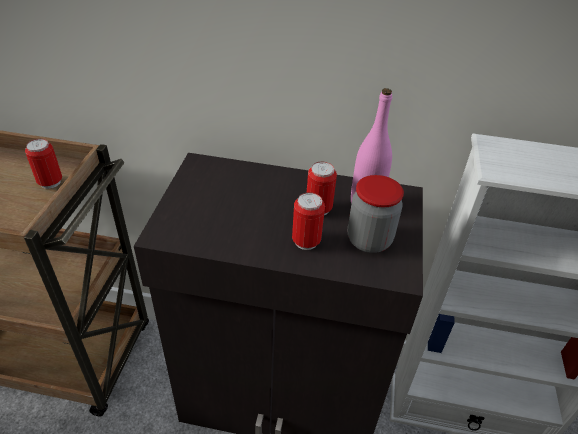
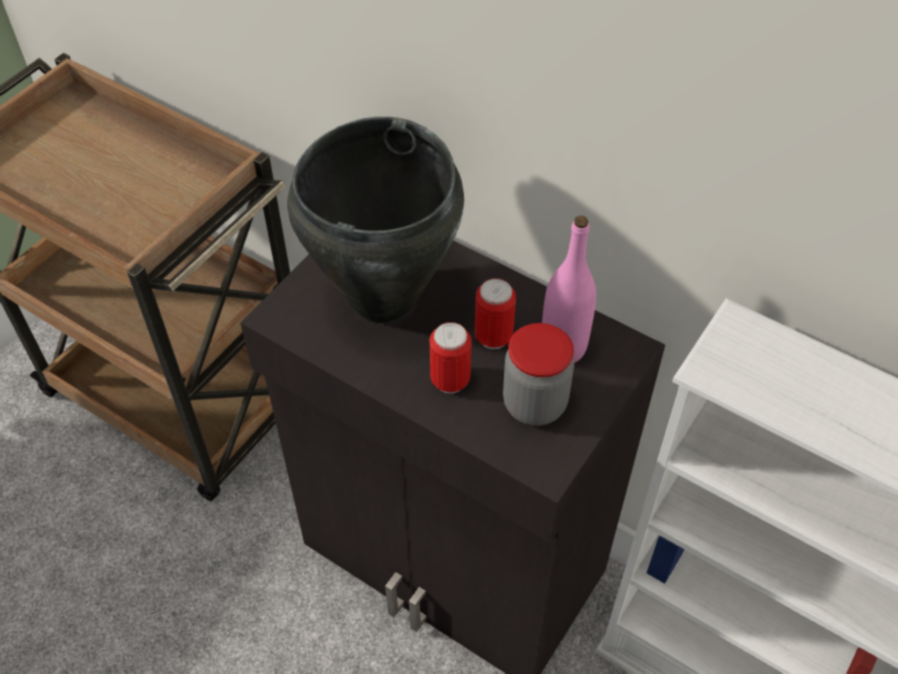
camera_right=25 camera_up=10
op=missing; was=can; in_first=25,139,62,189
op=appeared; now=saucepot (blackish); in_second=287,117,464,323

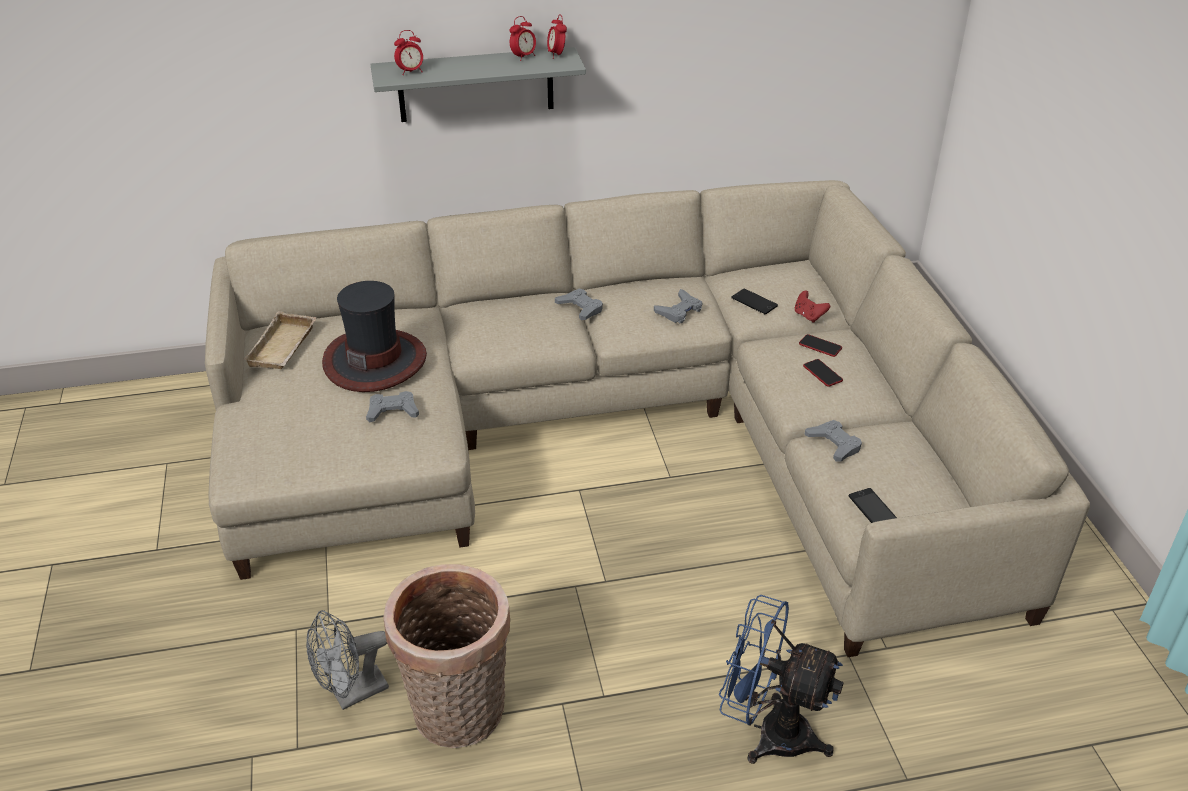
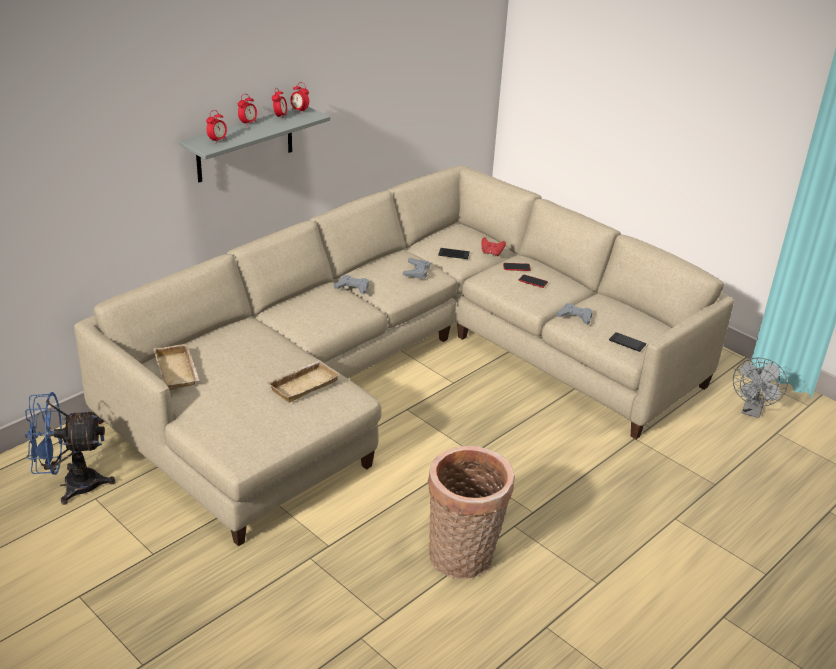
camera_right=-35 camera_up=-5
op=missing; was=wearable hat; in_first=322,281,427,392
op=exchanged; was=gamepad (grey); now=carrying tray (sand-coloured); in_first=366,391,419,422; in_second=267,360,340,403
op=relocated; was=cooling fan (blue); in_first=719,595,844,764; in_second=24,392,115,505
op=relocated; was=cooling fan (grey); in_first=306,610,389,710; in_second=733,358,788,418
op=appeared; now=bedside clock; in_second=238,94,257,127

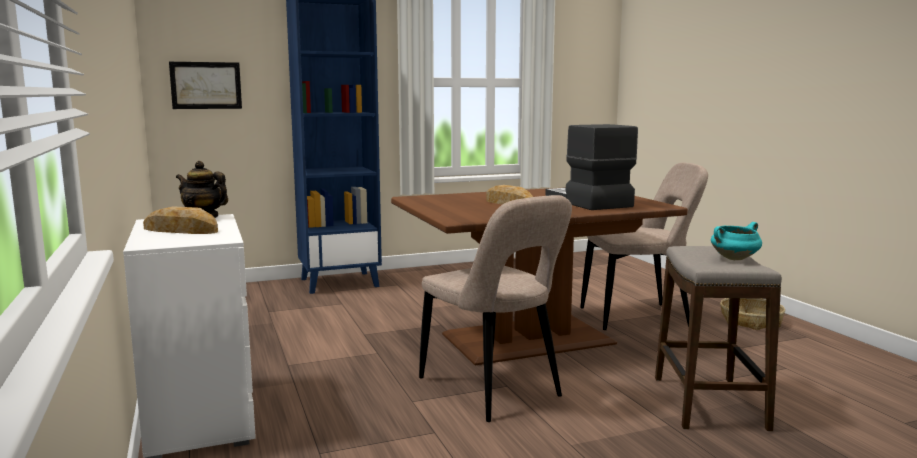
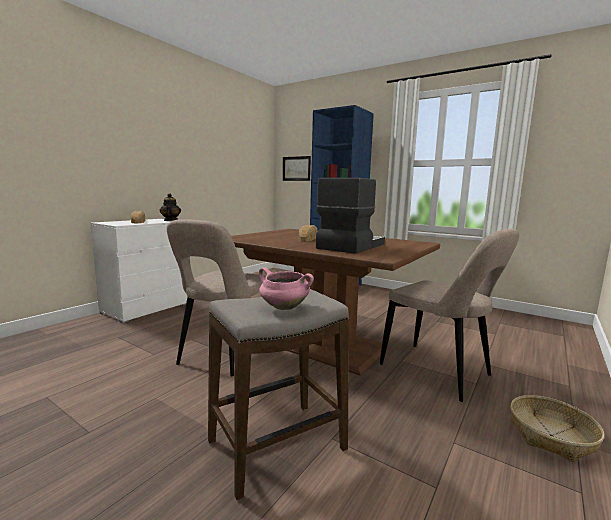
camera_right=55 camera_up=0
op=colour; was=saucepot (turquoise-coloured); now=saucepot (pink); in_first=711,222,762,260; in_second=259,267,314,310

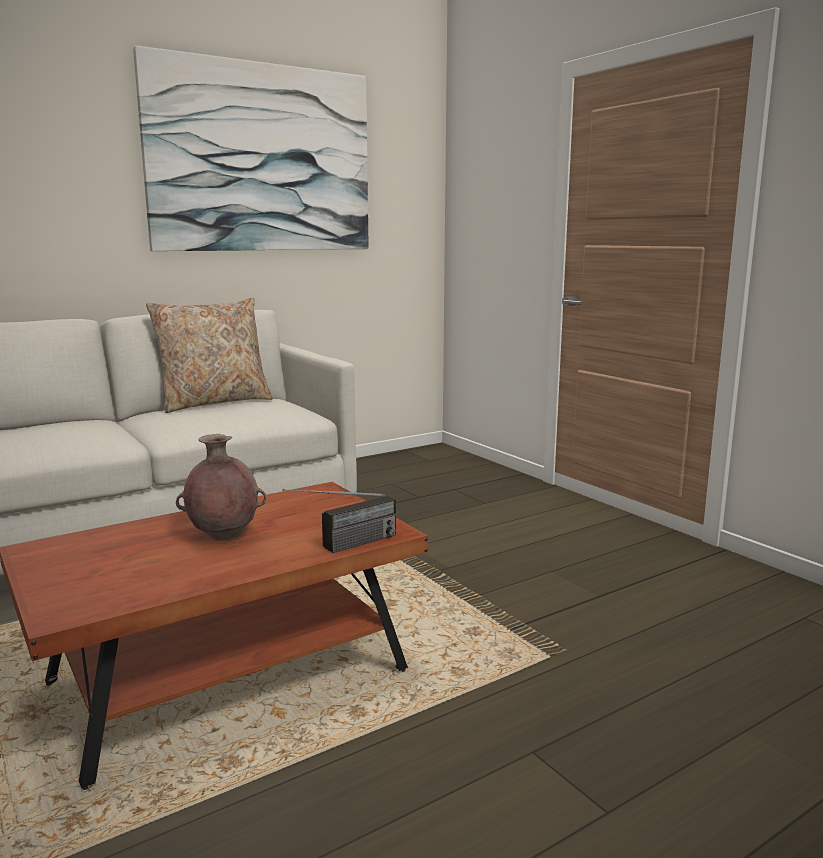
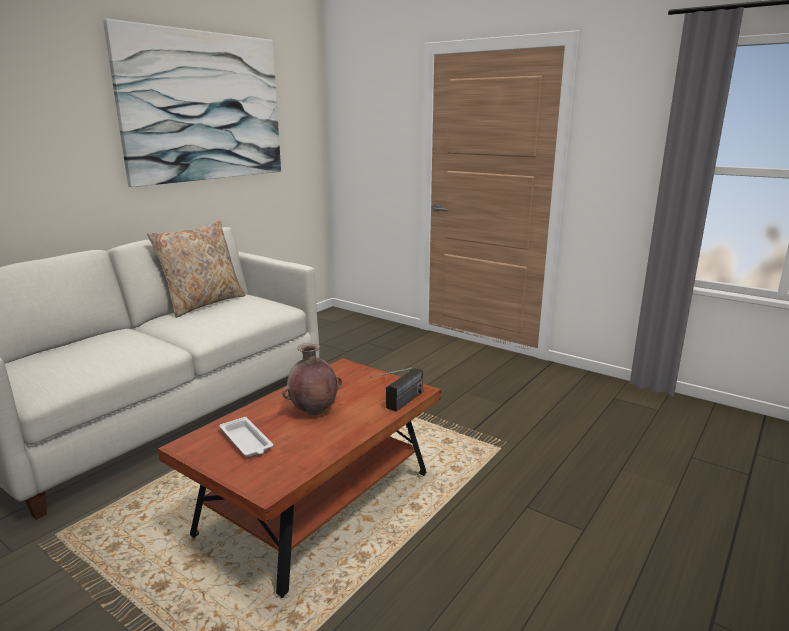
camera_right=-20 camera_up=5
op=appeared; now=carrying tray (white); in_second=220,417,273,457

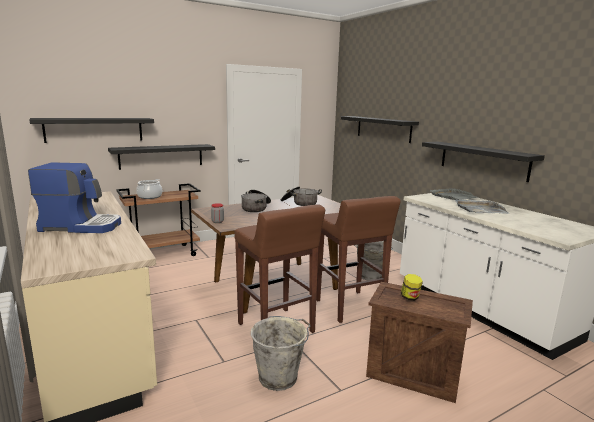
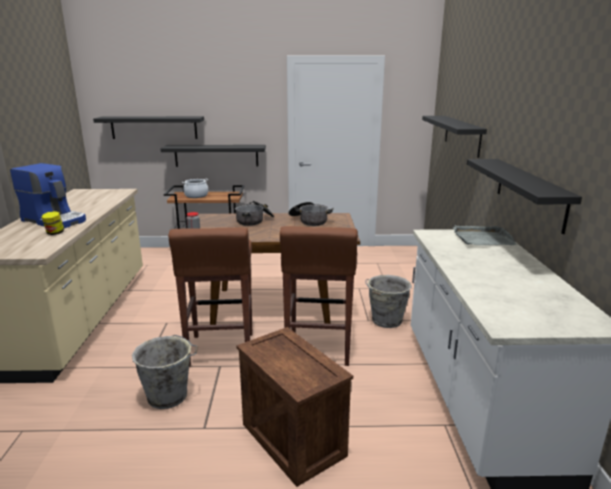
camera_right=30 camera_up=5
op=missing; was=carrying tray (grey); in_first=455,199,508,214
op=relocated; was=preserve jar; in_first=401,274,423,301; in_second=41,211,64,235

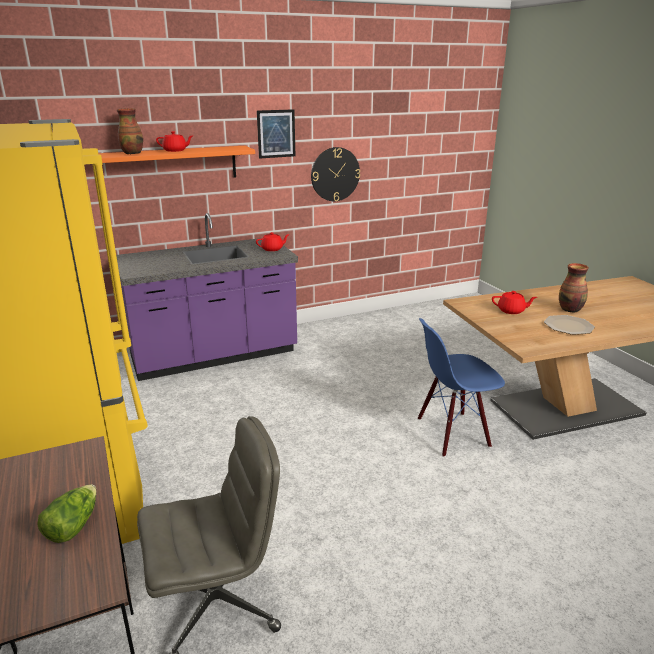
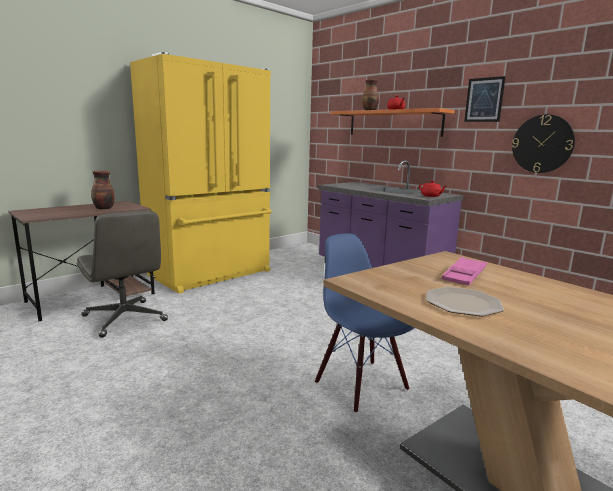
camera_right=70 camera_up=-10
op=relocated; was=vase; in_first=559,263,589,312; in_second=91,171,115,210
op=exchanged; was=teapot (red-coloured); now=carrying tray (pink); in_first=492,291,537,314; in_second=442,257,487,286
op=missing; was=lettuce; in_first=37,484,96,543

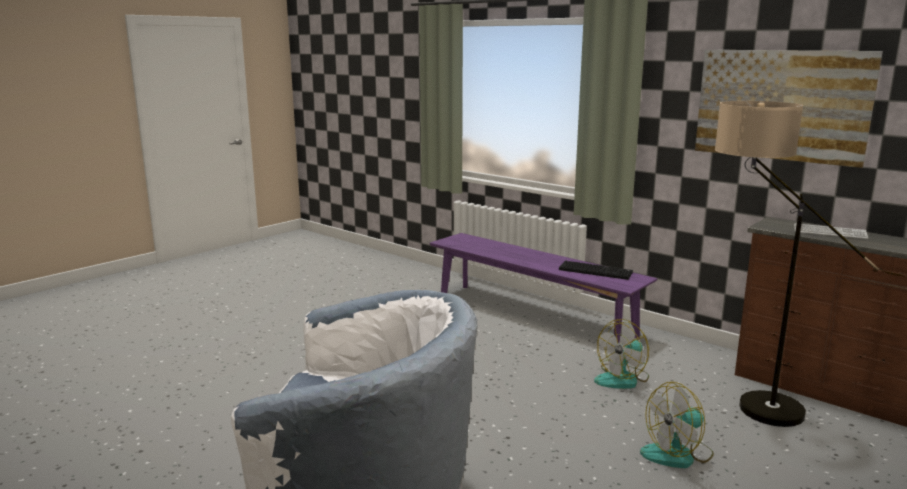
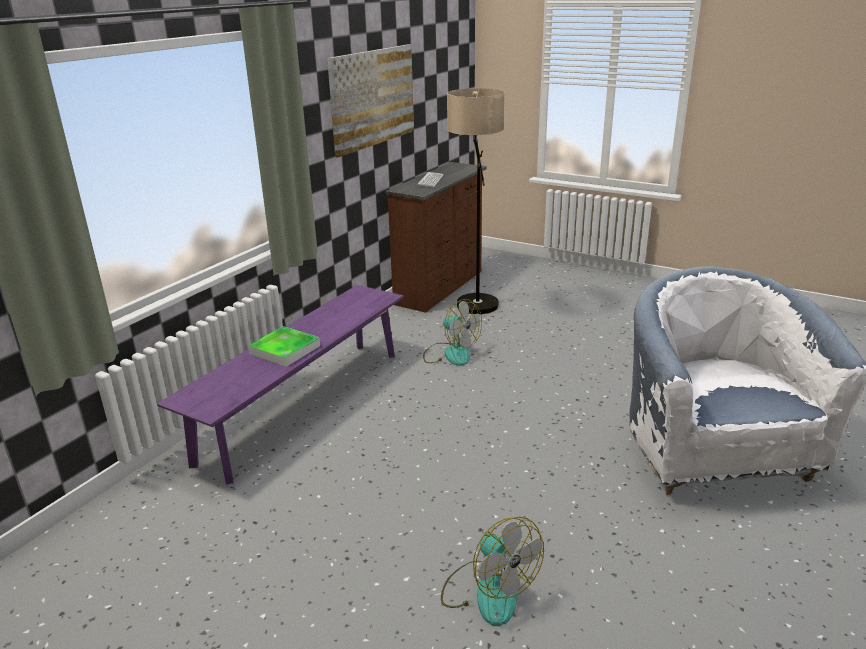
camera_right=-100 camera_up=10
op=missing; was=computer keyboard; in_first=559,261,633,280
op=relocated; was=cooling fan; in_first=640,382,714,468; in_second=441,517,544,626
op=appeared; now=carrying tray; in_second=248,326,320,367

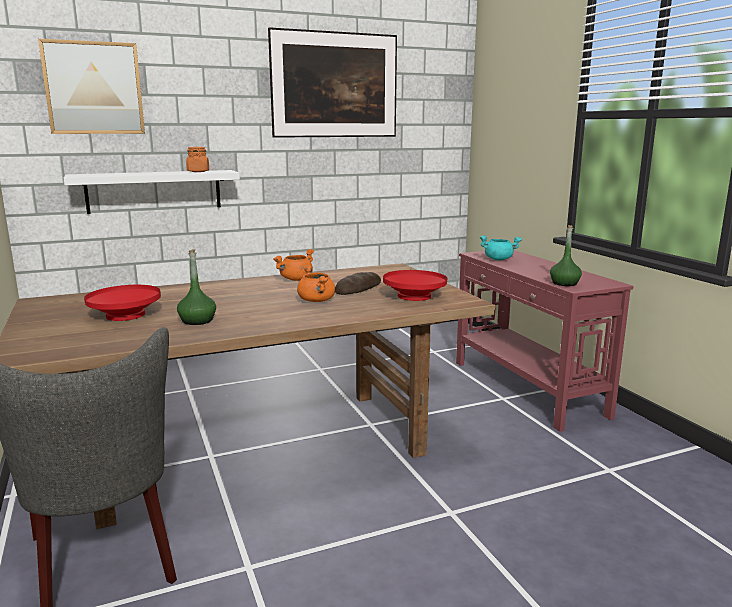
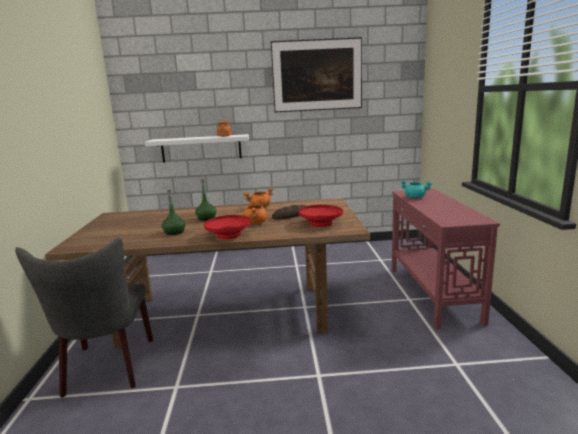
camera_right=20 camera_up=0
op=missing; was=wall art; in_first=38,39,145,134
op=relocated; was=bottle (greenish); in_first=550,225,582,286; in_second=195,179,216,221
op=relocated; was=deep dish (red-coloured); in_first=84,285,161,321; in_second=204,215,251,239

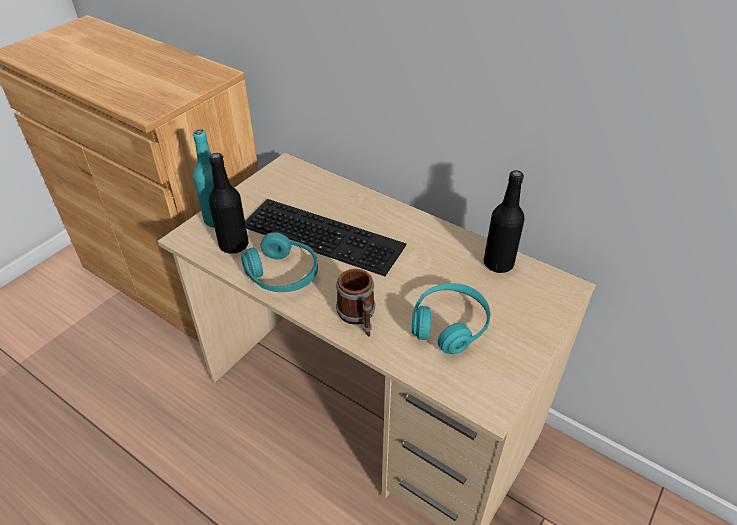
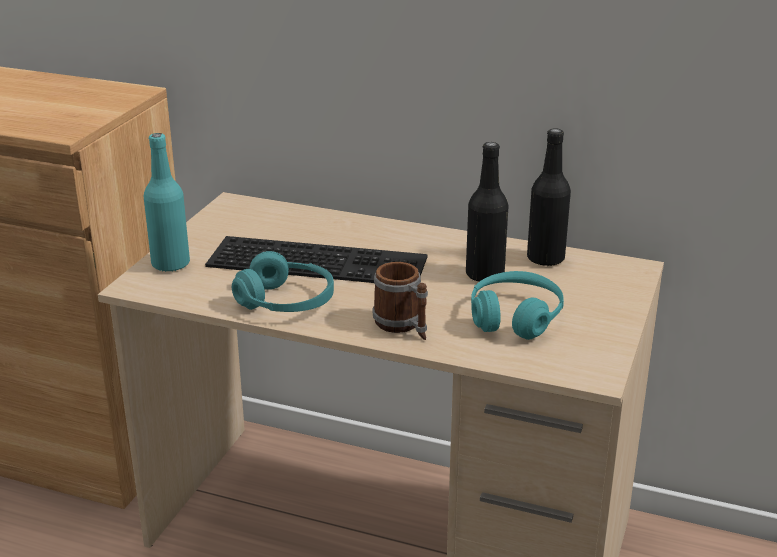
camera_right=-15 camera_up=-15
op=relocated; was=bottle (blackish); in_first=209,153,248,254; in_second=466,142,509,282

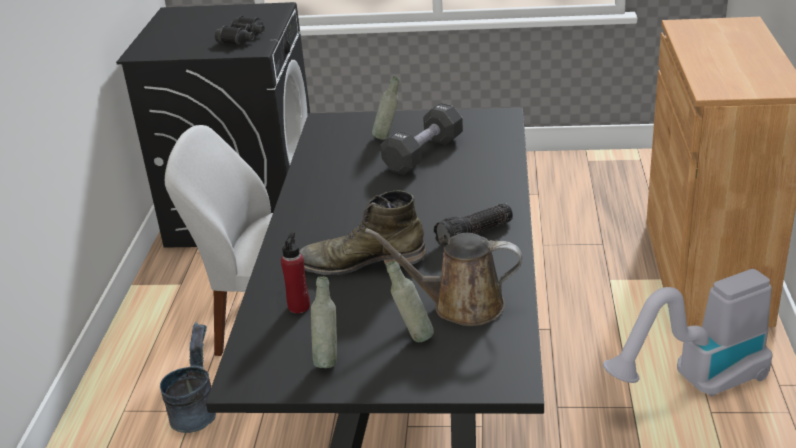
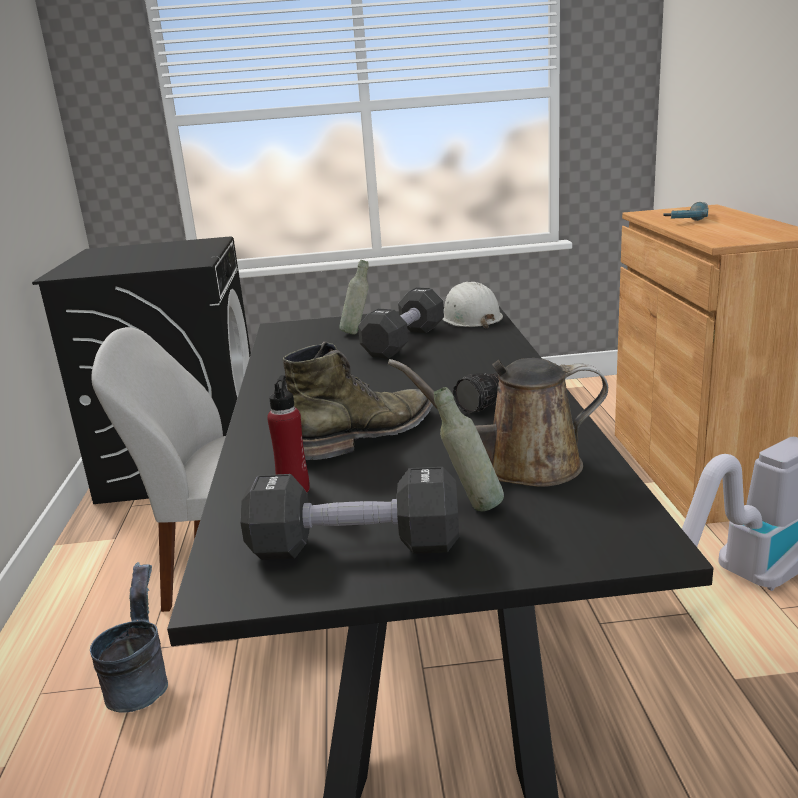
camera_right=-10 camera_up=-10
op=missing; was=binoculars (blackish); in_first=215,16,265,45
op=spun; was=high-top boot (greenish); in_first=299,190,427,275; in_second=283,341,433,460; clockwise=150
op=exchanged; was=bottle (grey); now=hand weight (blackish); in_first=311,276,337,368; in_second=240,467,459,560
op=appeared; now=electric drill; in_second=663,202,708,221
op=appeared; now=work helmet (white); in_second=442,282,503,328

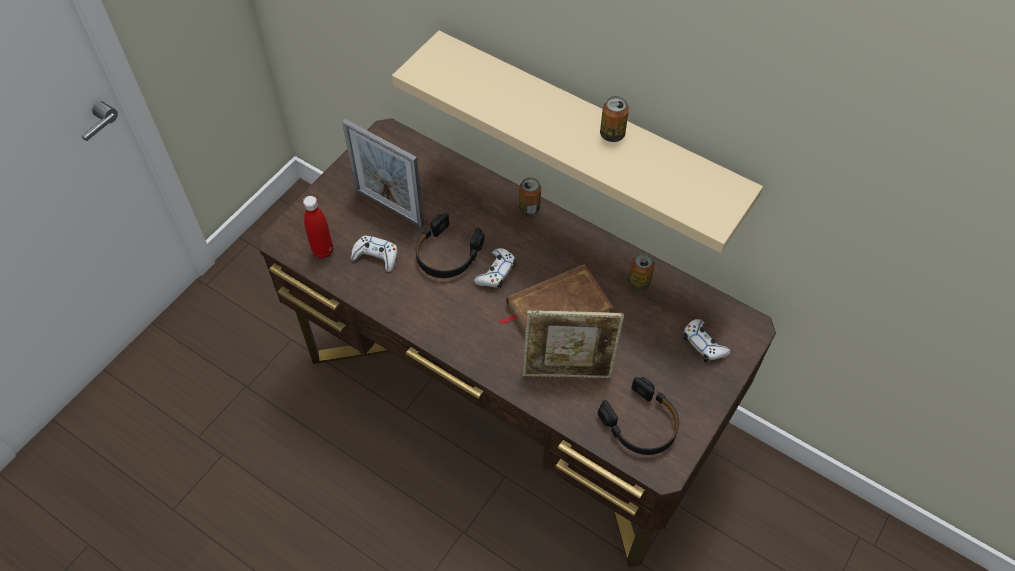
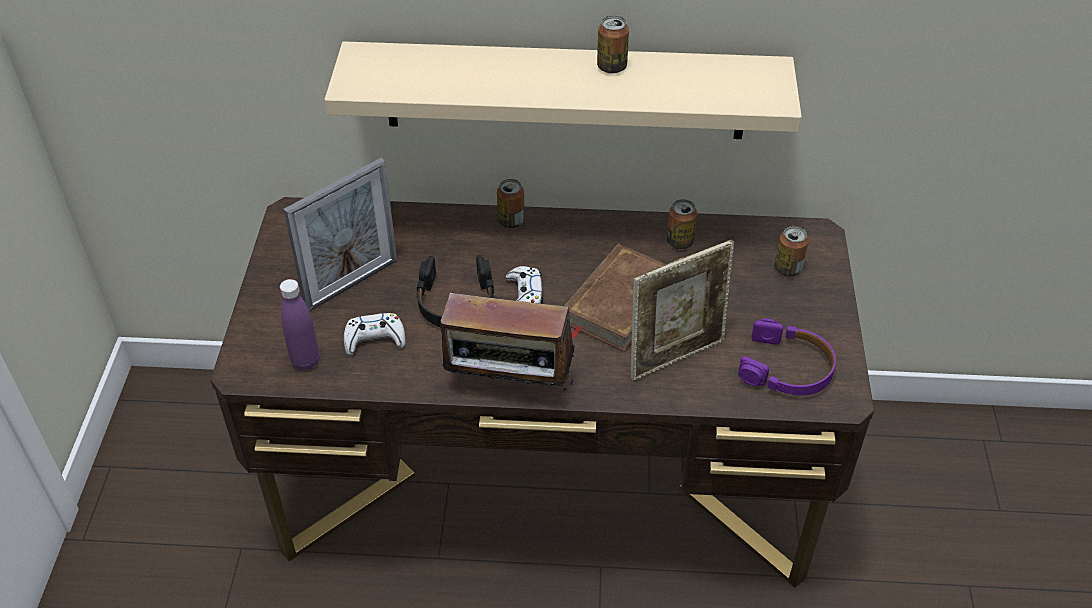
camera_right=-30 camera_up=-10
op=spun; was=photo frame; in_first=342,119,424,228; in_second=283,158,397,311; clockwise=-45
op=colour; was=bottle (red-coloured); now=bottle (purple-coloured); in_first=303,196,333,259; in_second=280,279,319,370
op=exchanged; was=gamepad (white); now=can; in_first=683,319,730,362; in_second=774,226,809,277
op=colour; was=headphones (blackish); now=headphones (purple-coloured); in_first=598,377,679,455; in_second=738,318,836,396
op=appeared; now=radio; in_second=440,282,575,402

